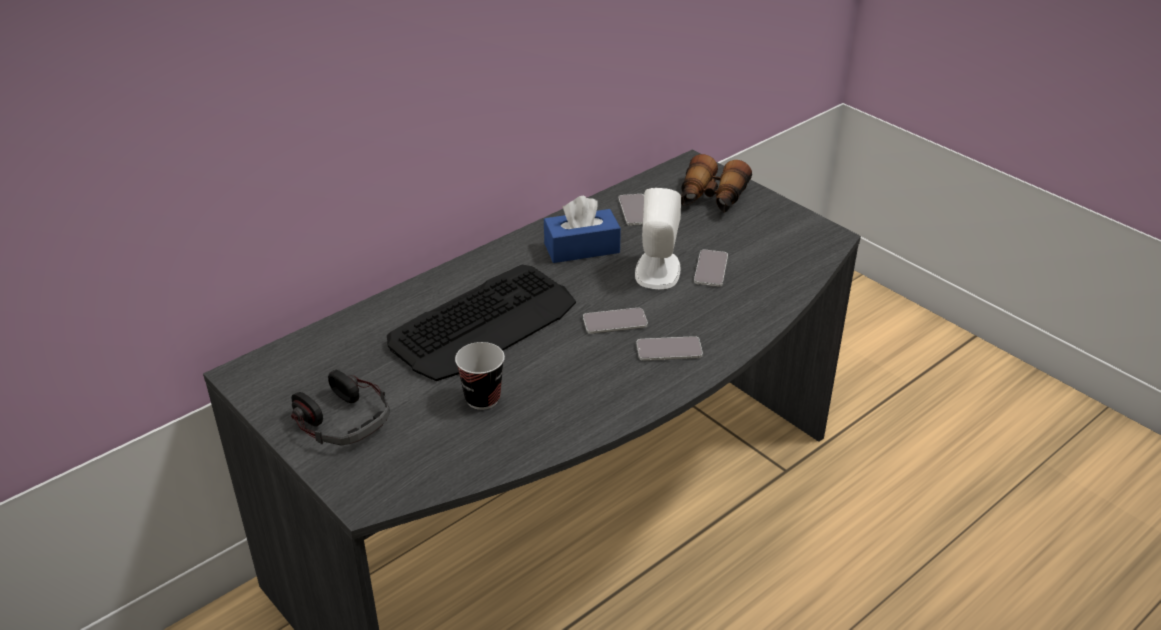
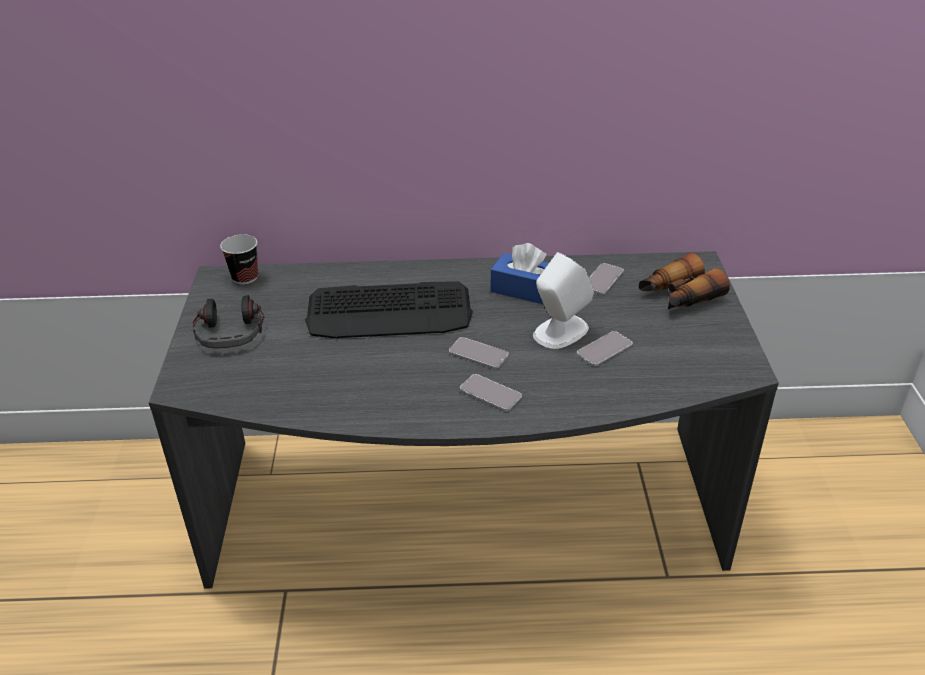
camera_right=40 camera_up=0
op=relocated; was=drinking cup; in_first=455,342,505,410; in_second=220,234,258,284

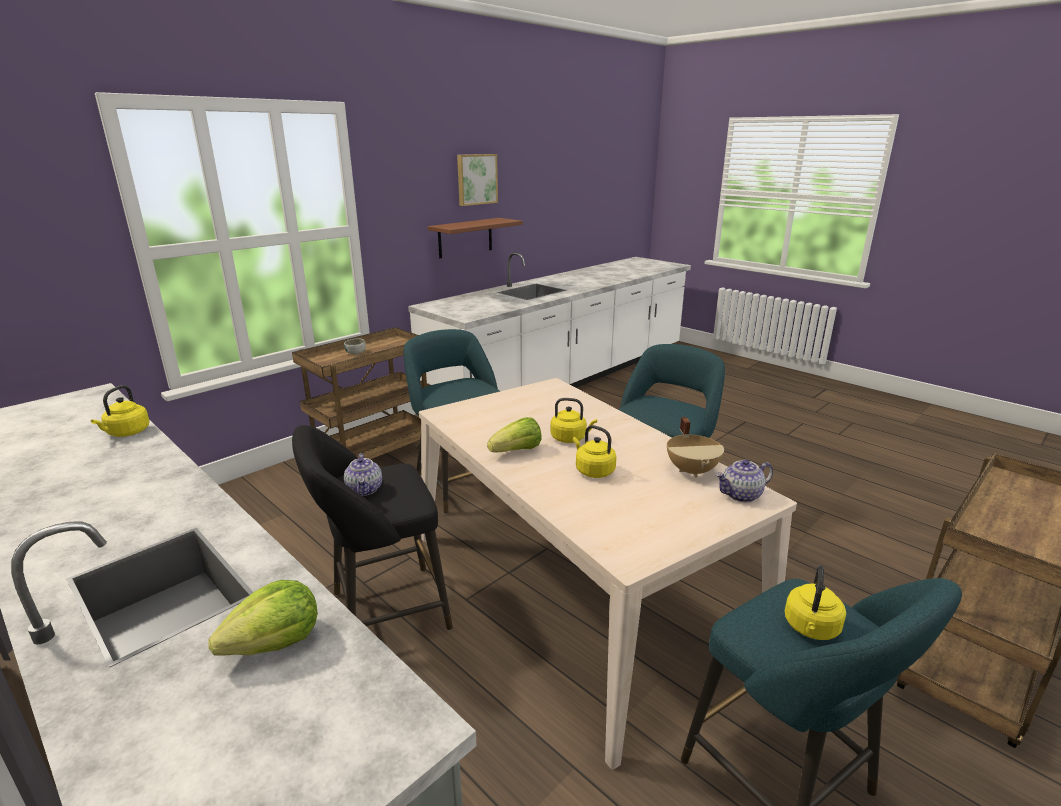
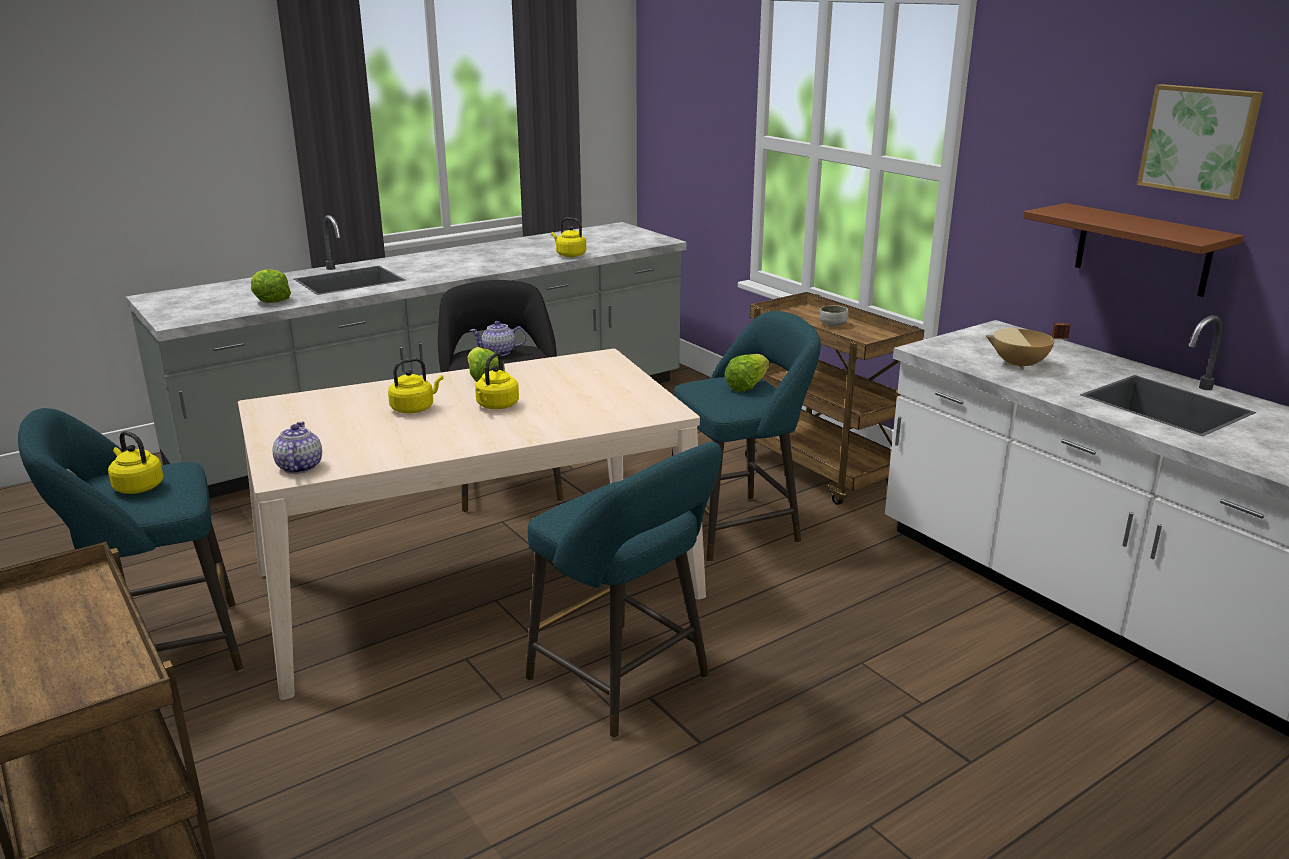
camera_right=100 camera_up=0
op=relocated; was=saucepot (sand-coloured); in_first=667,417,724,478; in_second=986,323,1070,370
op=appeared; now=lettuce; in_second=724,354,769,392

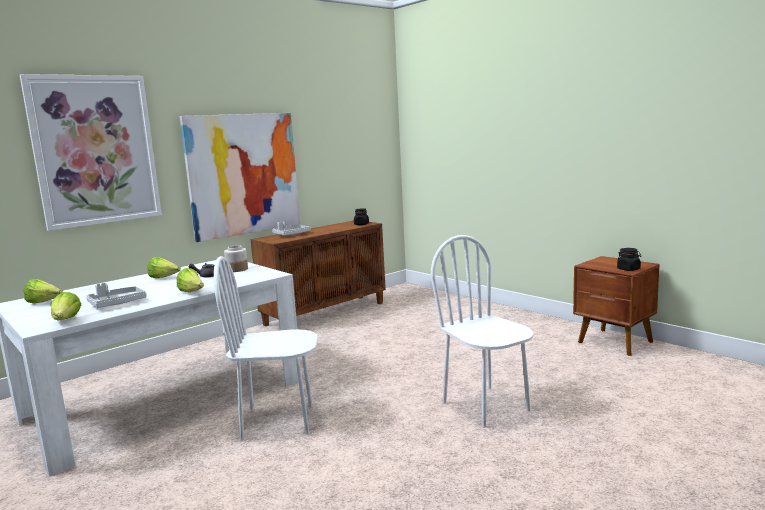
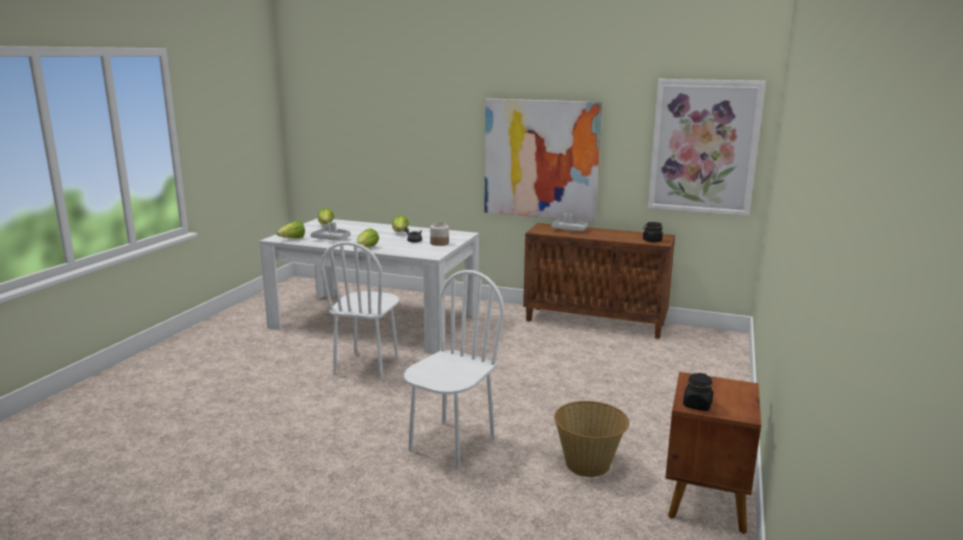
camera_right=60 camera_up=5
op=relocated; was=wall art; in_first=20,74,162,231; in_second=648,79,766,216
op=spun; was=chair (white); in_first=214,256,318,440; in_second=320,241,399,381; clockwise=-135
op=appeared; now=basket; in_second=554,401,629,477

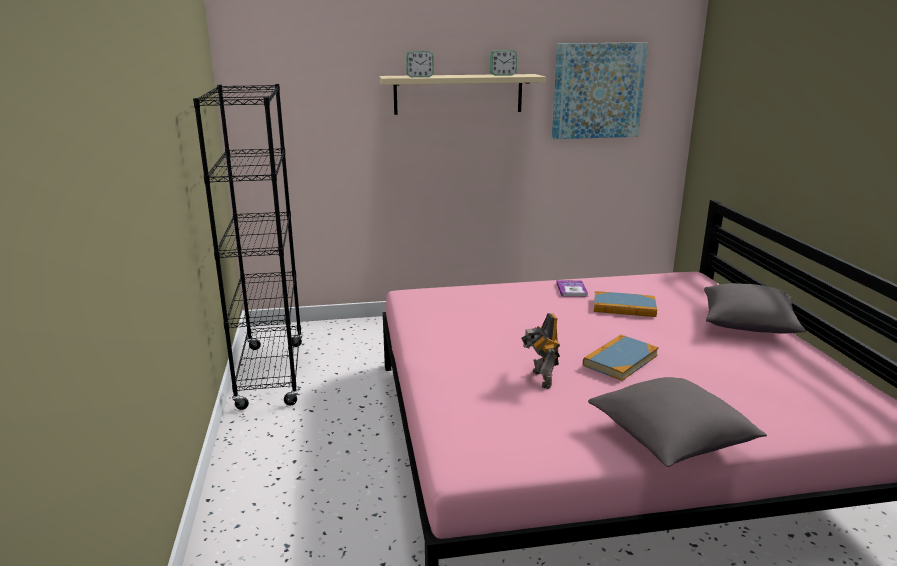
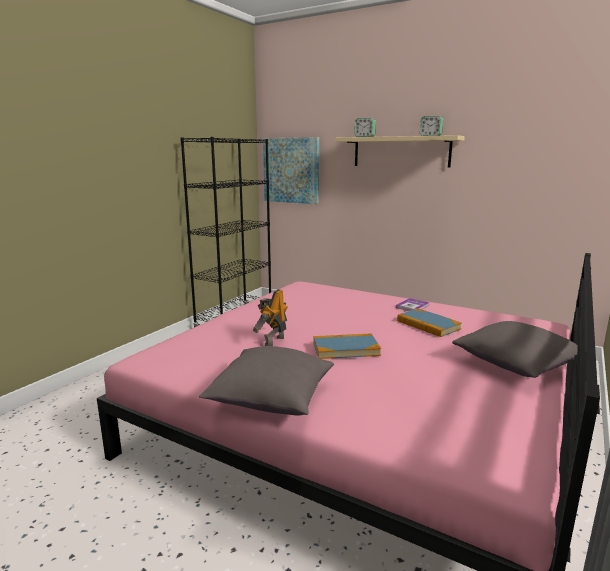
camera_right=40 camera_up=-5
op=relocated; was=wall art; in_first=552,43,648,139; in_second=263,137,319,204

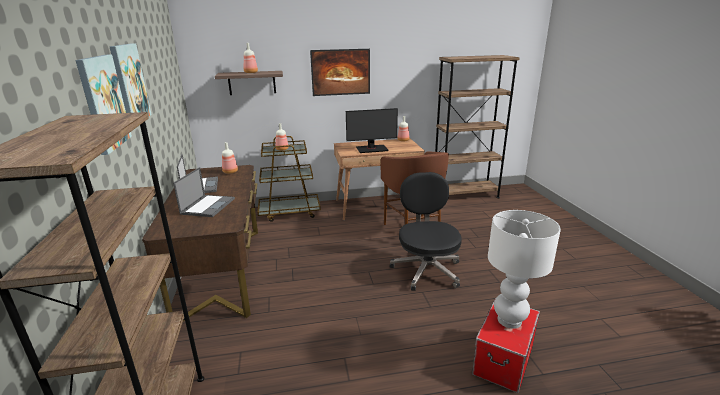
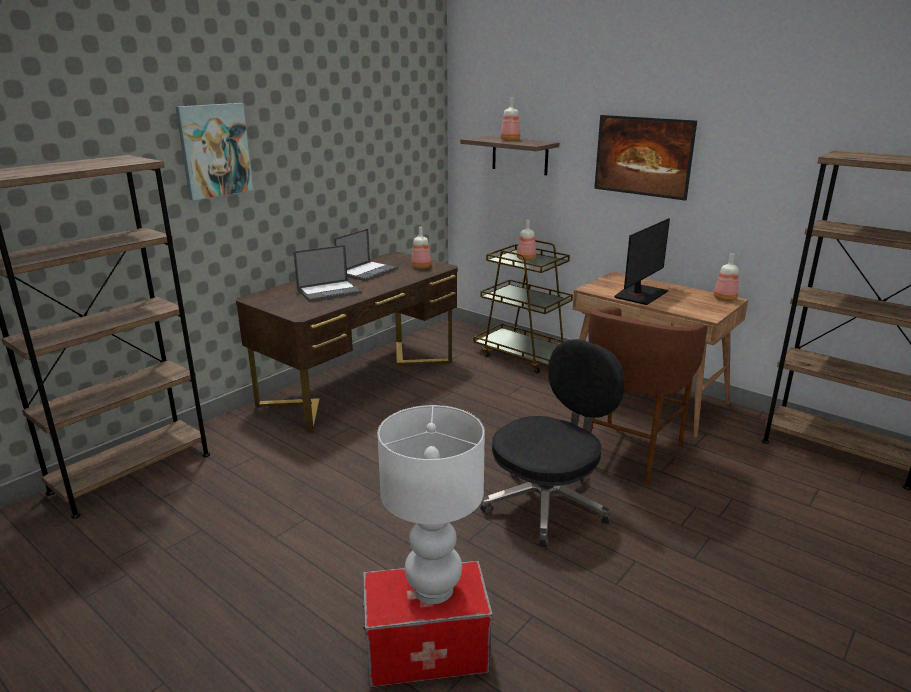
camera_right=50 camera_up=0
op=missing; was=wall art; in_first=109,43,152,117
op=spun; was=computer screen; in_first=346,108,398,153; in_second=614,218,670,305; clockwise=-90

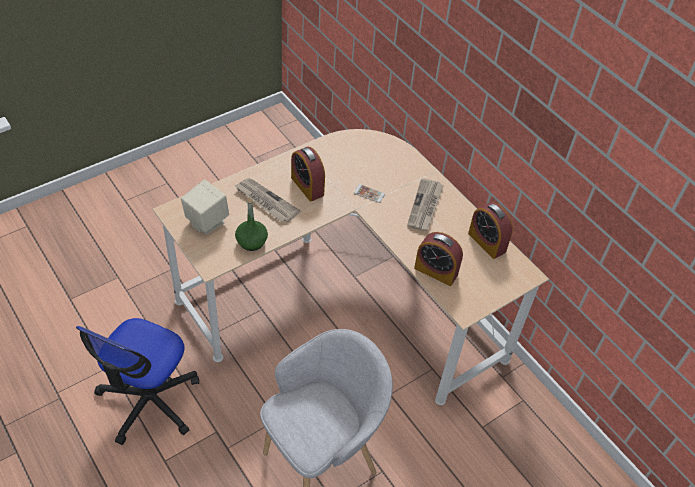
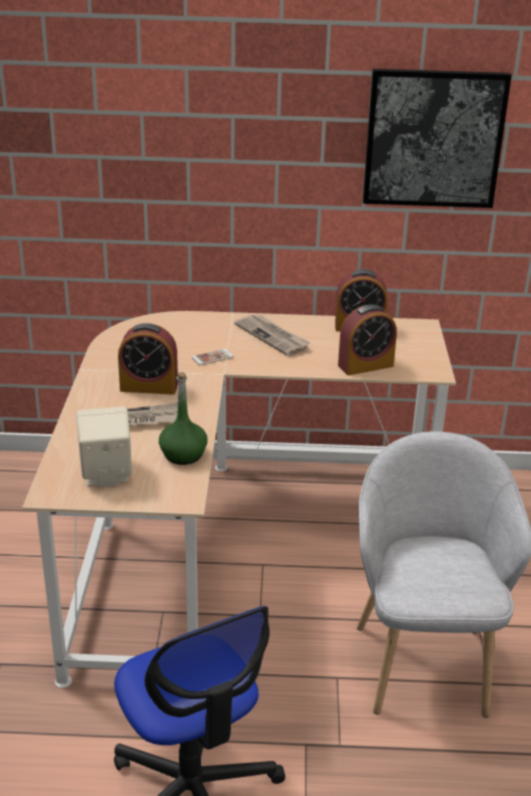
camera_right=-50 camera_up=-20
op=appeared; now=wall art; in_second=363,69,512,208

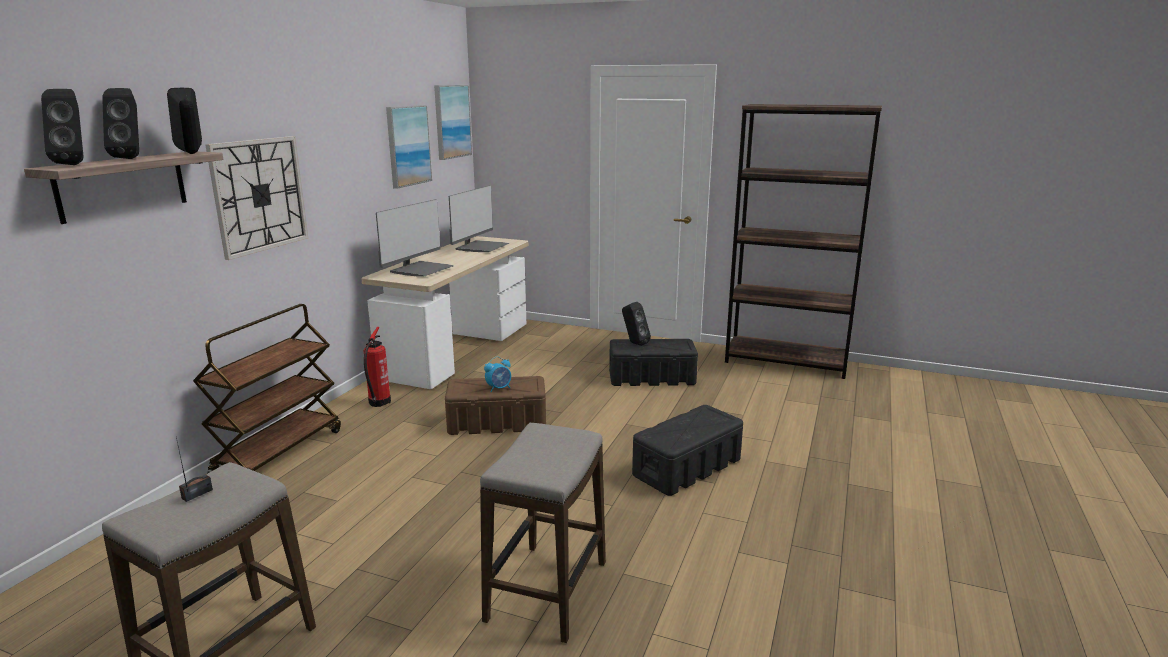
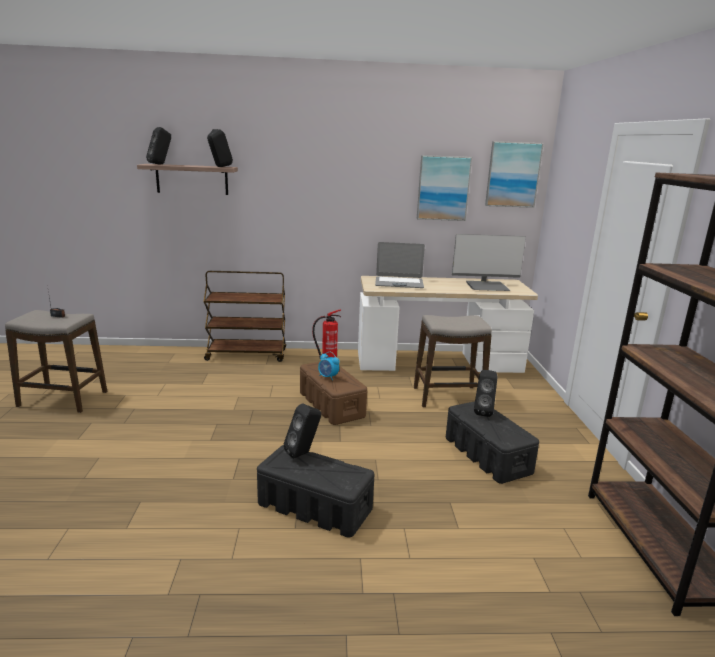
camera_right=65 camera_up=0
op=relocated; was=audio speaker (blackish); in_first=102,88,139,159; in_second=284,403,321,459
op=missing; was=hanging clock; in_first=205,136,308,260
op=exchanged; was=computer screen; now=laptop; in_first=376,199,454,277; in_second=375,242,425,288
op=relocated; was=stool seat; in_first=480,423,606,643; in_second=414,315,492,408

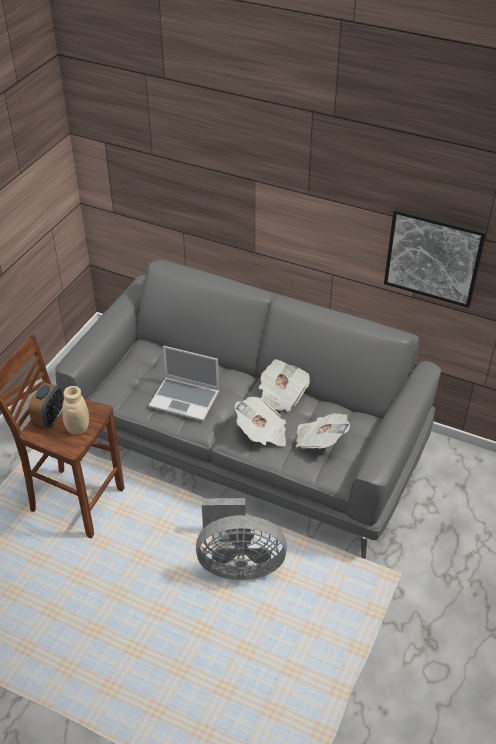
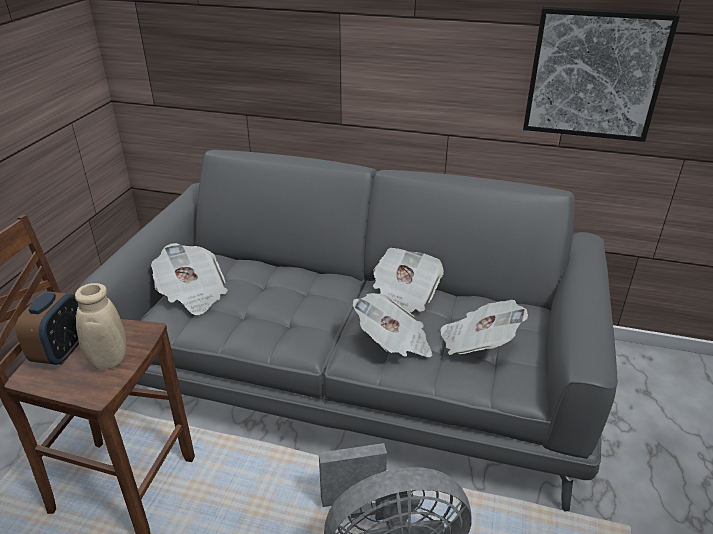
camera_right=-10 camera_up=-10
op=missing; was=laptop; in_first=149,346,219,421
op=appeared; now=printed paper; in_second=151,243,228,315

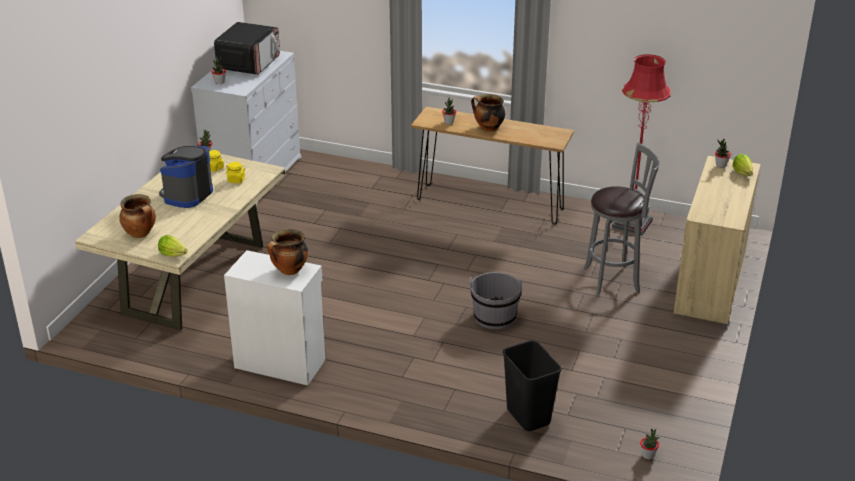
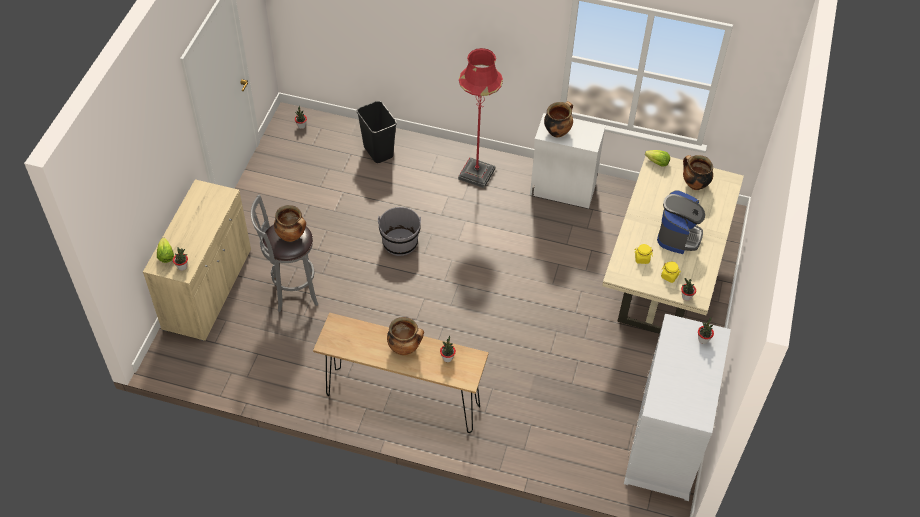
camera_right=175 camera_up=20
op=missing; was=microwave oven; in_first=214,22,280,75
op=relocated; was=standard lamp (red-coloured); in_first=611,54,671,236; in_second=458,48,503,188
op=appeared; now=saucepot; in_second=274,205,306,242

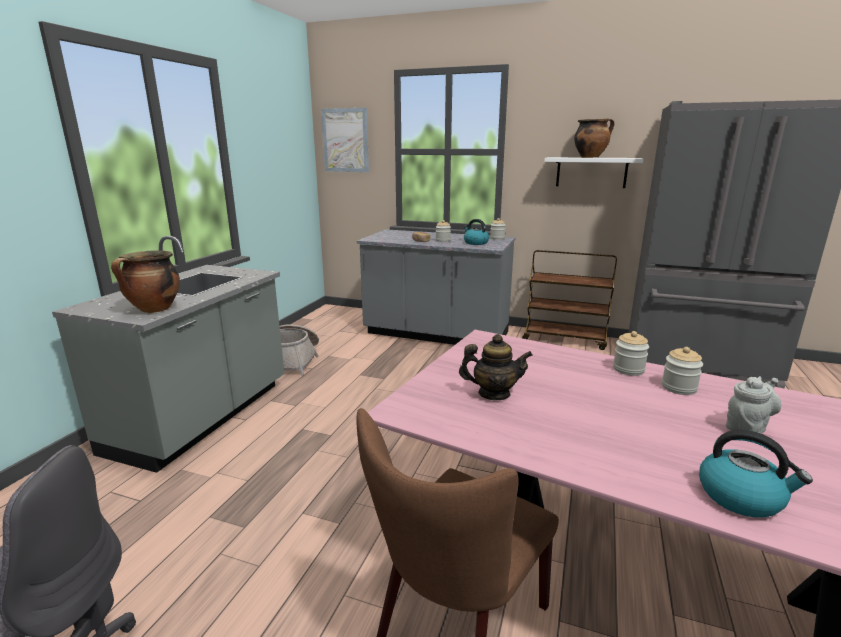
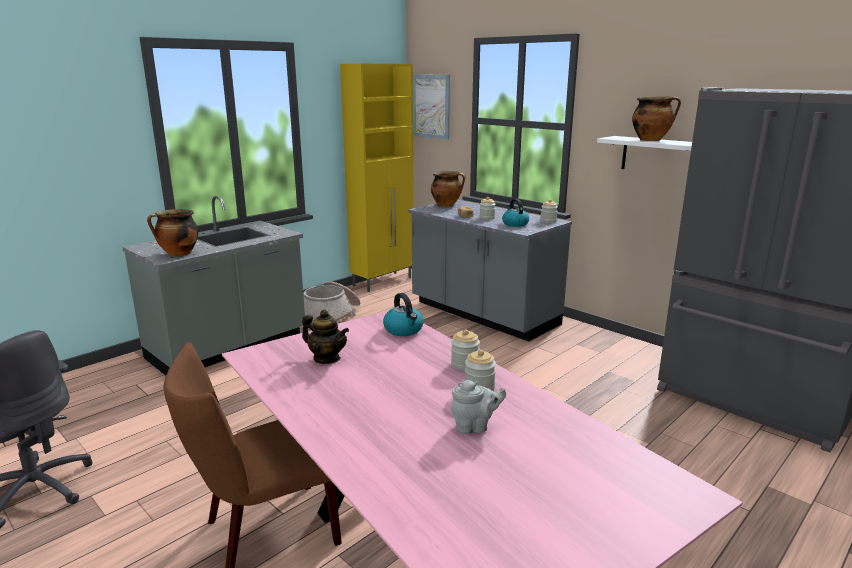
camera_right=25 camera_up=0
op=missing; was=trolley (brownish); in_first=522,250,617,350
op=relocated; was=water kettle; in_first=699,430,813,517; in_second=383,293,424,336
op=appeared; now=cabinet (yellowish); in_second=340,64,414,292
op=appeared; now=saucepot; in_second=431,171,466,207

